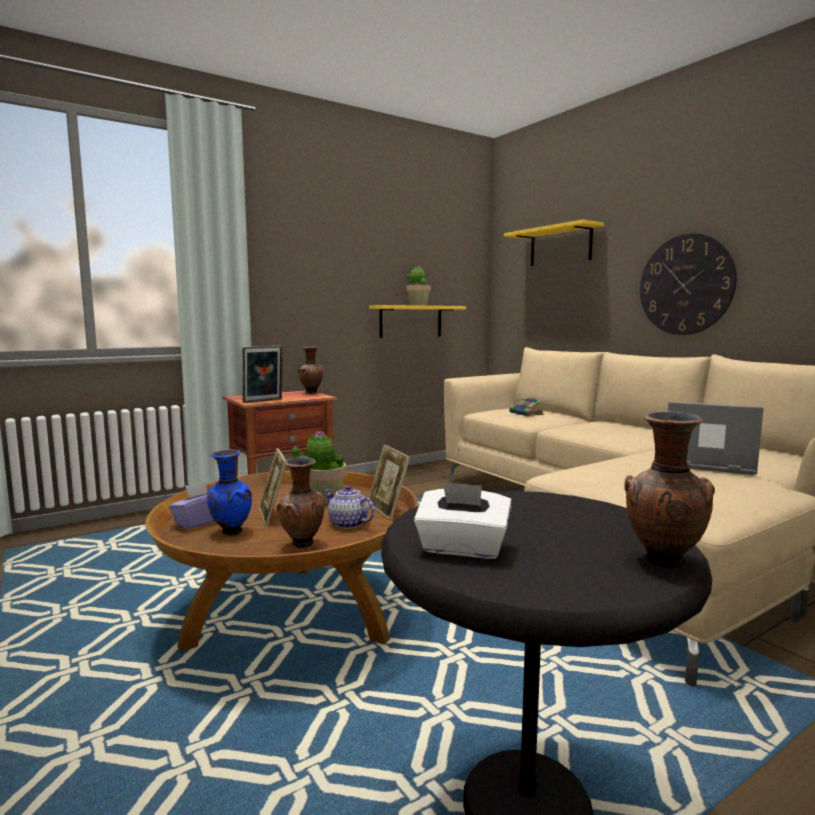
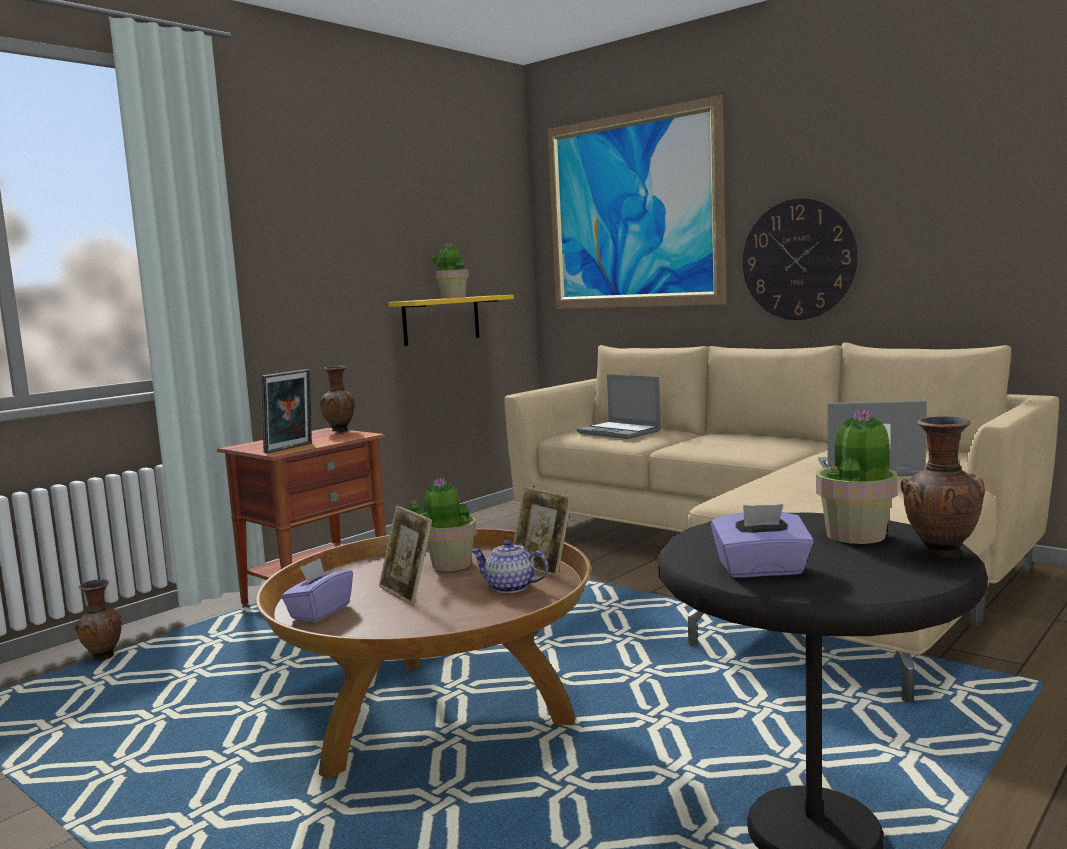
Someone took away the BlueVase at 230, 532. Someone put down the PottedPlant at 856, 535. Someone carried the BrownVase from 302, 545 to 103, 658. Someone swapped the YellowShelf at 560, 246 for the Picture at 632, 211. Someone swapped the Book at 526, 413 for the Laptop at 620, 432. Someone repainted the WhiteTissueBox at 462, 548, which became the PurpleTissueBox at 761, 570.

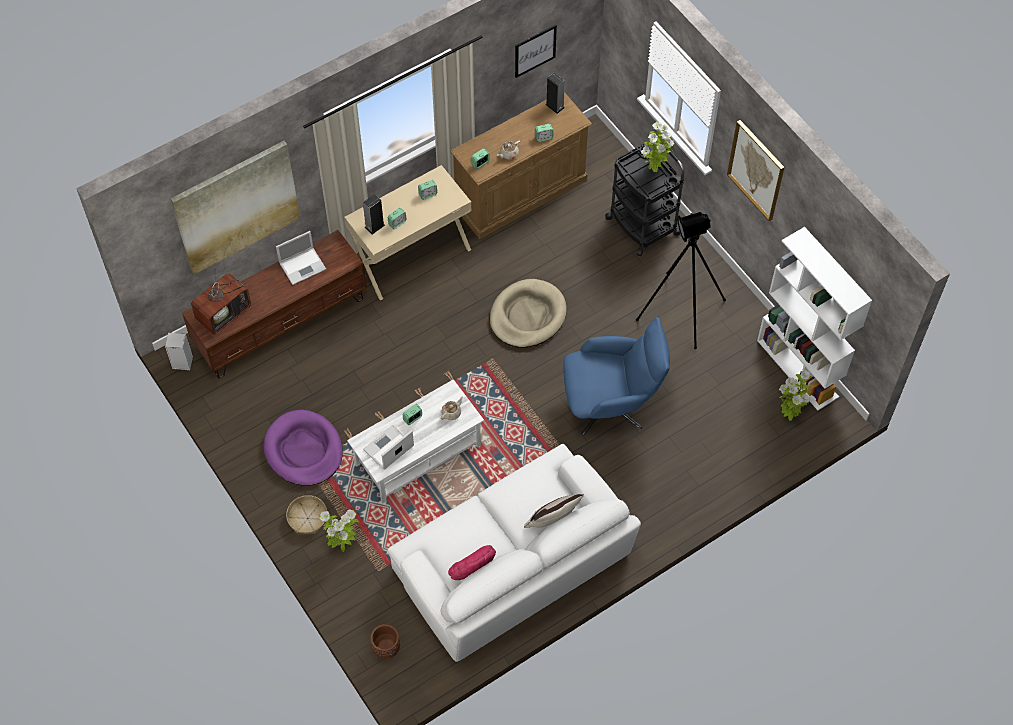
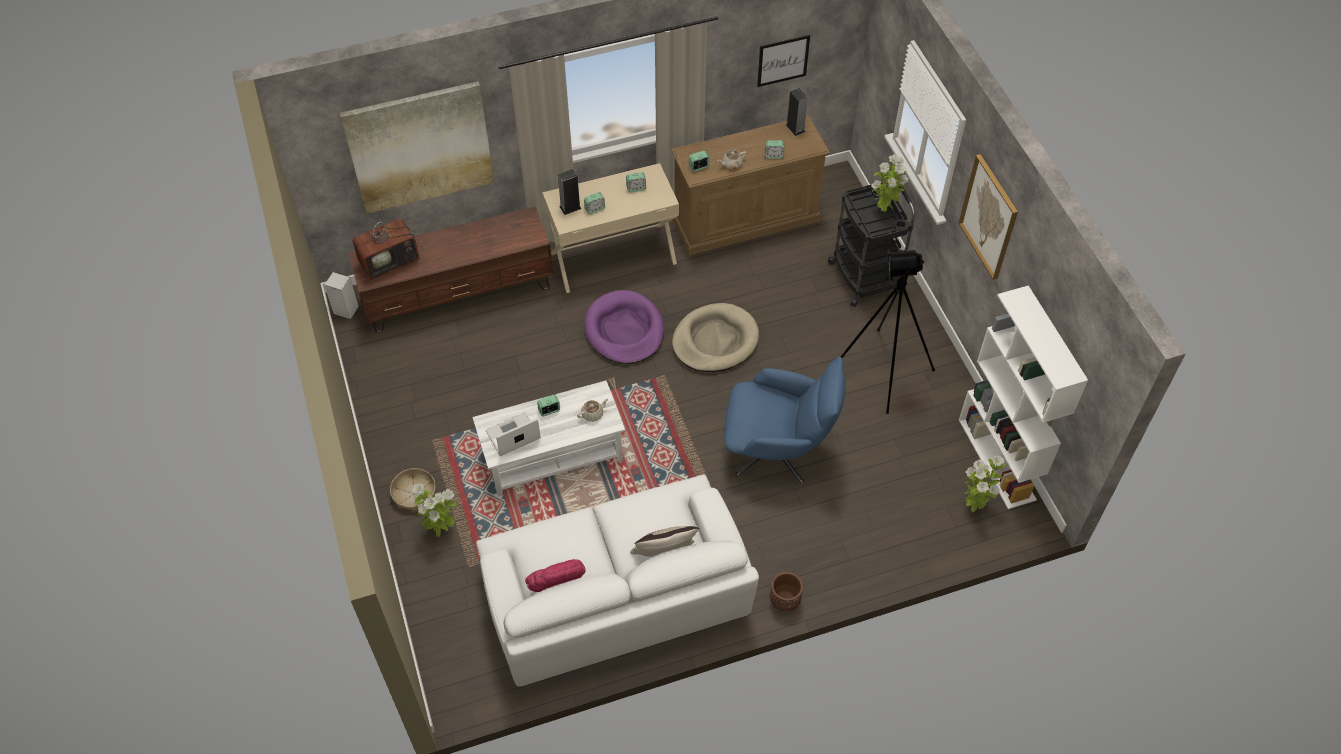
Someone took away the Laptop at 303, 265. Someone carried the PurpleDogBed from 304, 450 to 624, 330. Someone carried the BrownPlanter from 386, 648 to 784, 601.

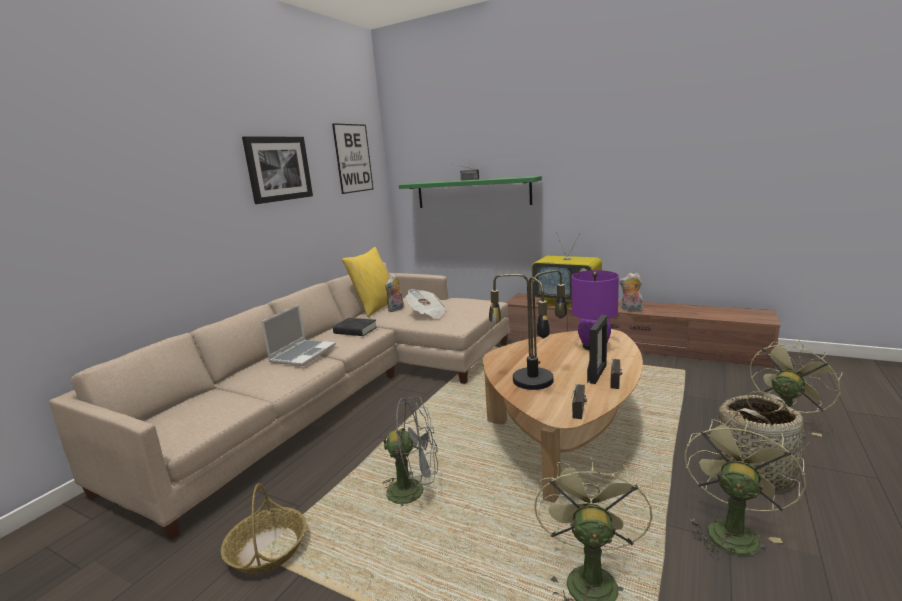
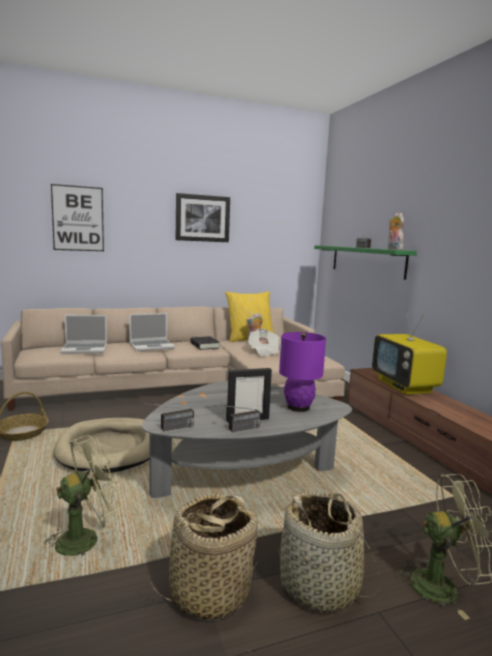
Someone took away the TableLamp at 533, 380. Someone put down the Laptop at 85, 349. Someone carried the Picture from 353, 158 to 78, 218. Someone carried the PlushToy from 631, 310 to 393, 249. Someone swapped the GreyFan at 414, 490 for the BeigeDogBed at 110, 448. Someone swapped the GreenFan at 731, 530 for the Basket at 209, 591. Someone repainted the BrownCoffeeTable at 566, 435, which became the GreyCoffeeTable at 243, 475.

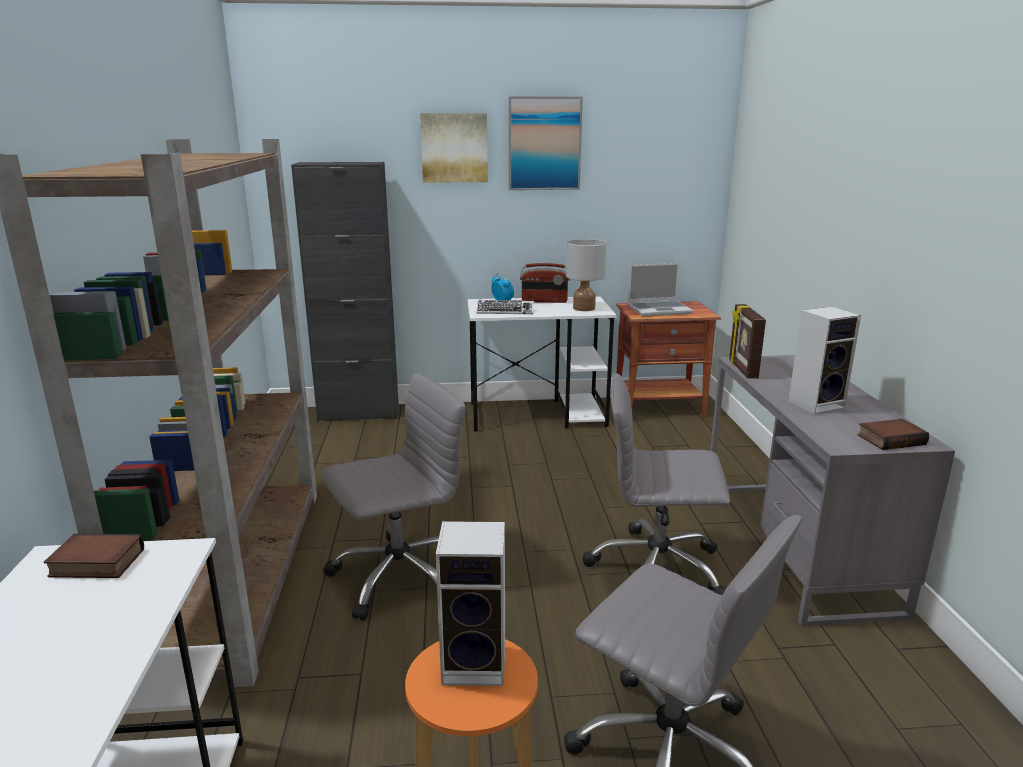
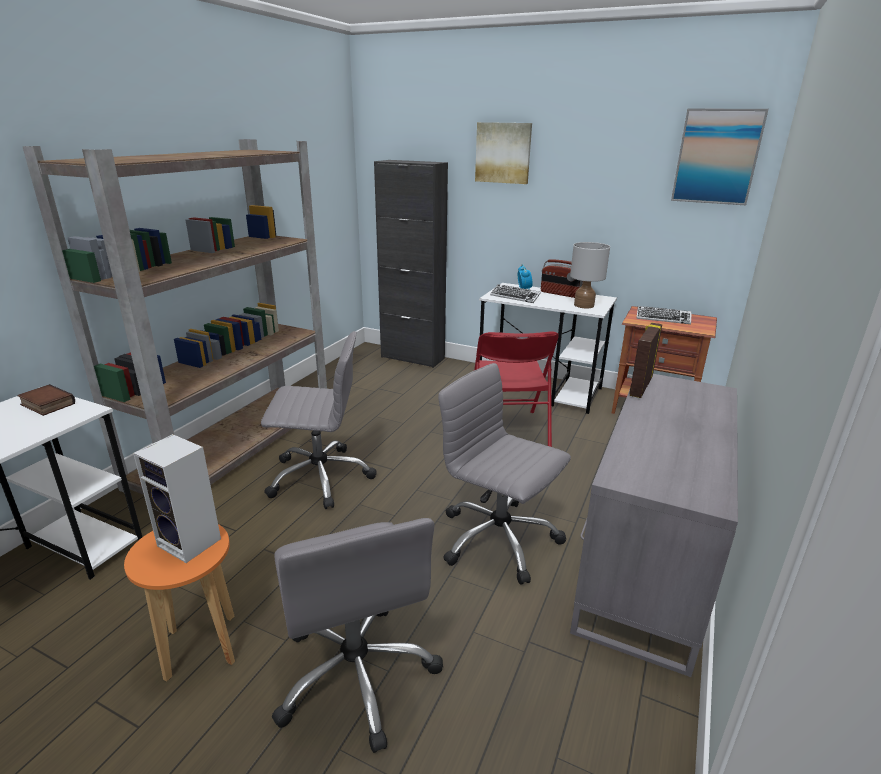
Someone took away the Speaker at 817, 404. Someone took away the Book at 891, 439. Someone put down the RedChair at 506, 431. Someone carried the Picture from 544, 144 to 717, 157. Someone swapped the Laptop at 659, 310 for the Keyboard at 663, 318.

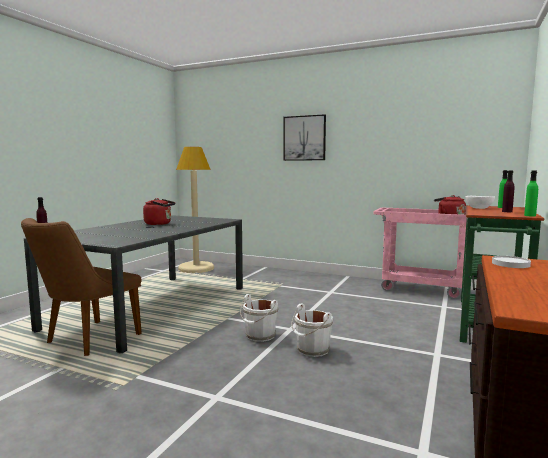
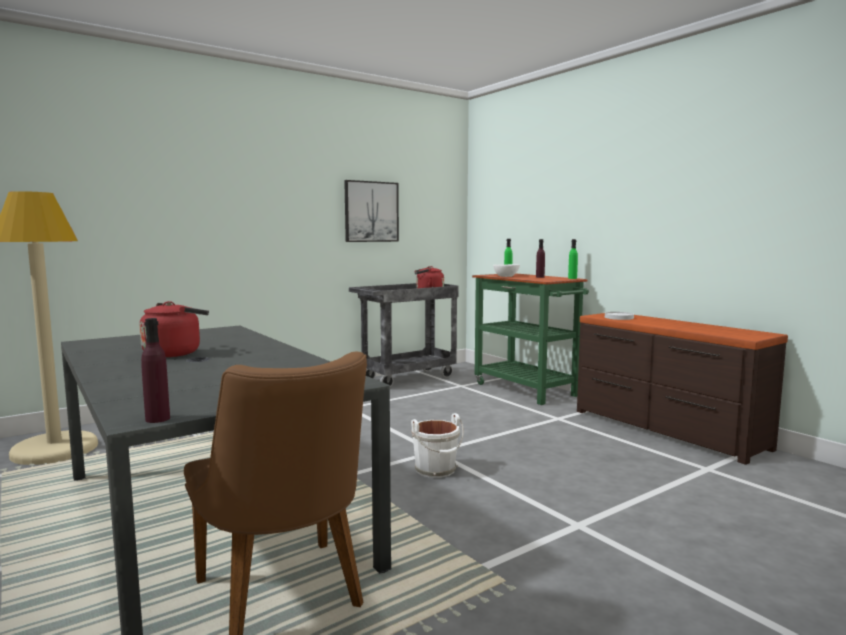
Someone took away the WhiteBucket at 312, 350. Someone carried the Picture from 304, 138 to 371, 211. Someone repainted the PinkCart at 417, 290, which became the GreyCart at 405, 379.

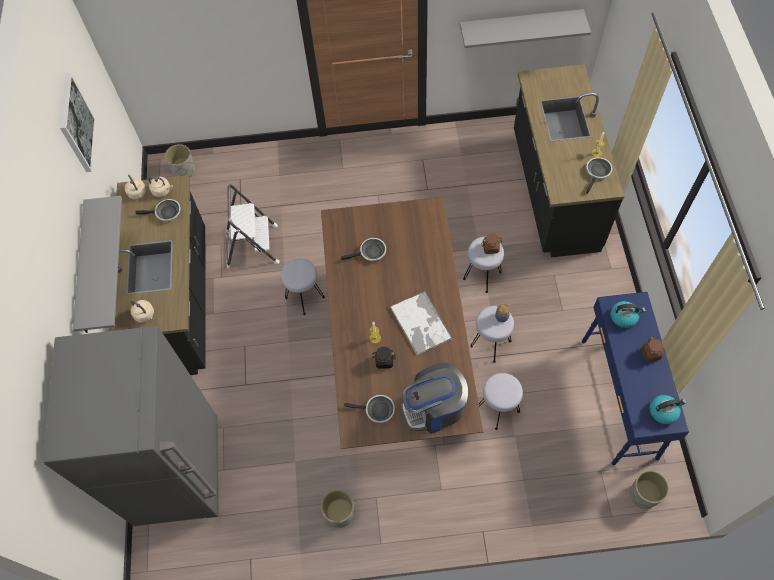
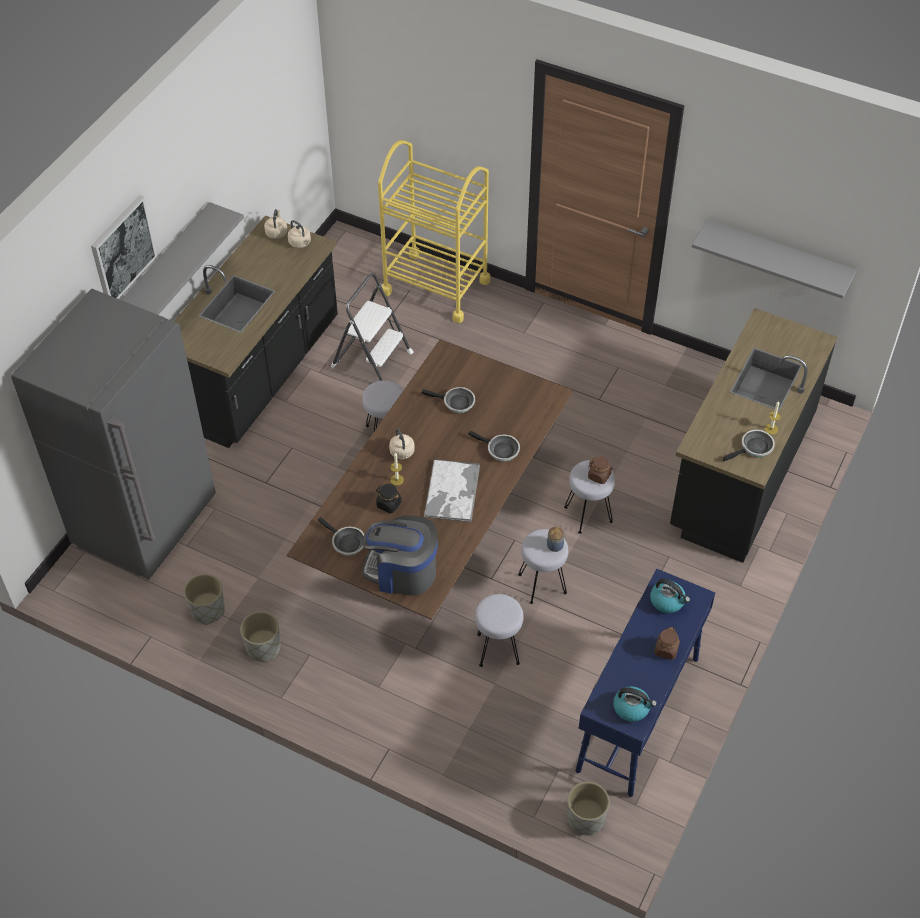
Someone put down the YellowCart at 435, 286. Someone carried the Picture from 76, 123 to 122, 250. Someone carried the BeigeKettle from 145, 315 to 402, 453. Someone carried the FryingPan from 166, 213 to 500, 450. Someone carried the GreyPlanter from 184, 170 to 207, 610.

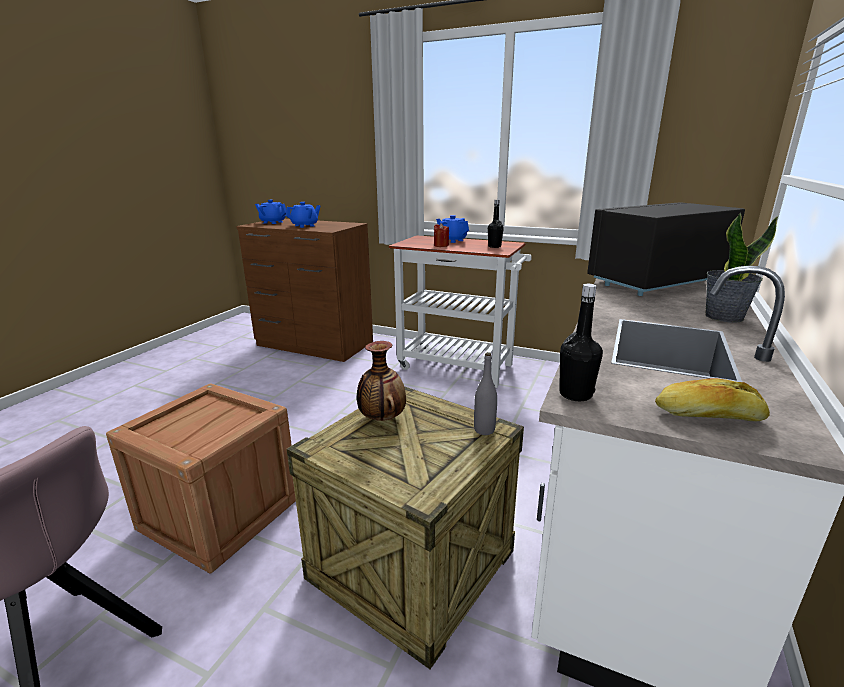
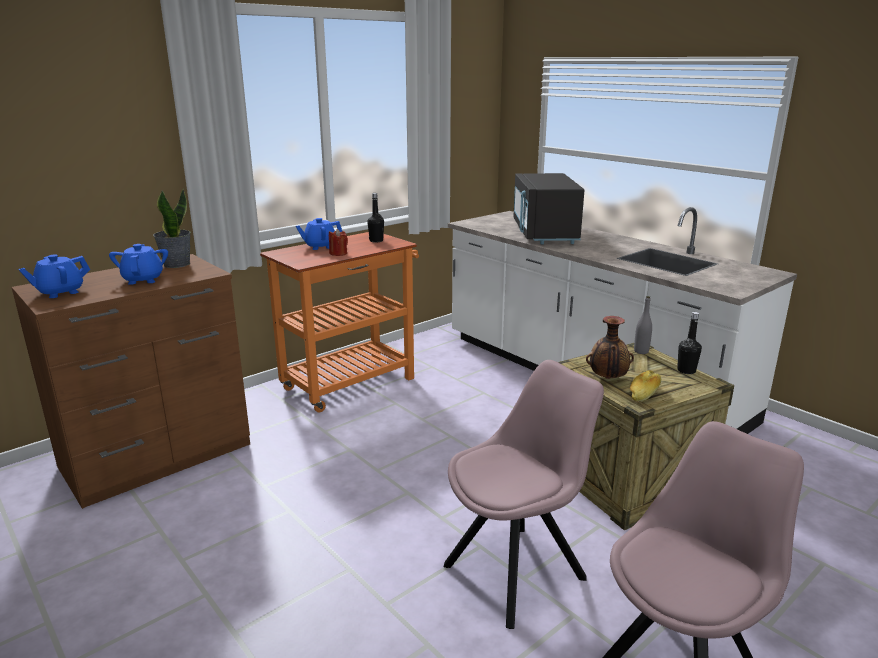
Someone carried the BlackBottle from 575, 394 to 686, 370. Someone carried the Bread from 708, 416 to 644, 394. Someone carried the PottedPlant from 723, 316 to 176, 264. Someone swapped the Crate at 219, 514 for the PinkChair at 516, 572. Someone repainted the WhiteCart at 457, 367, which became the OrangeCart at 350, 384.

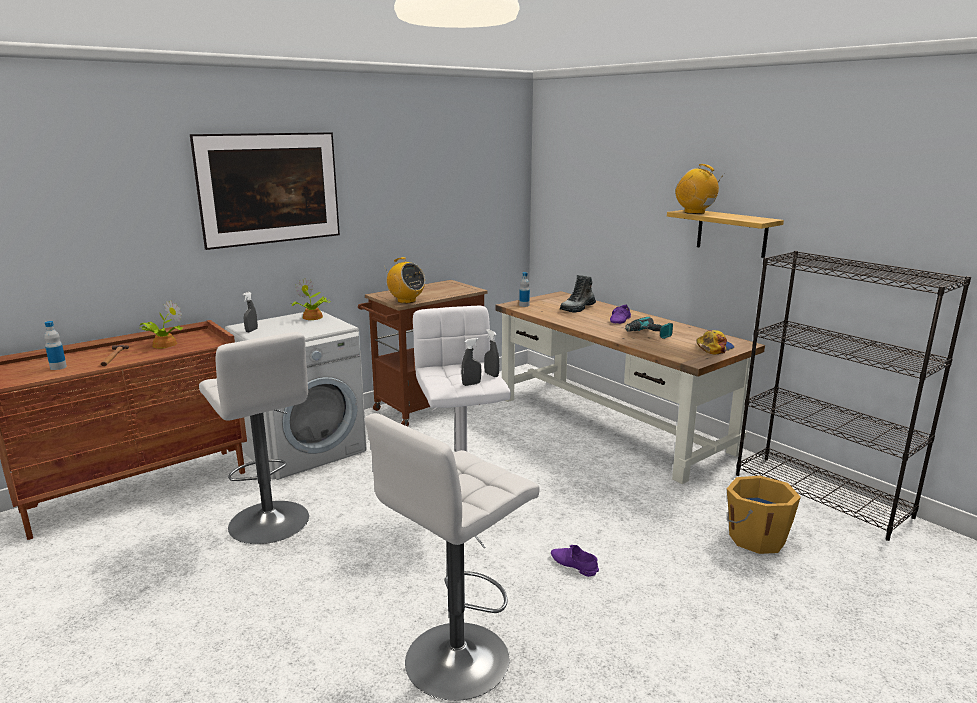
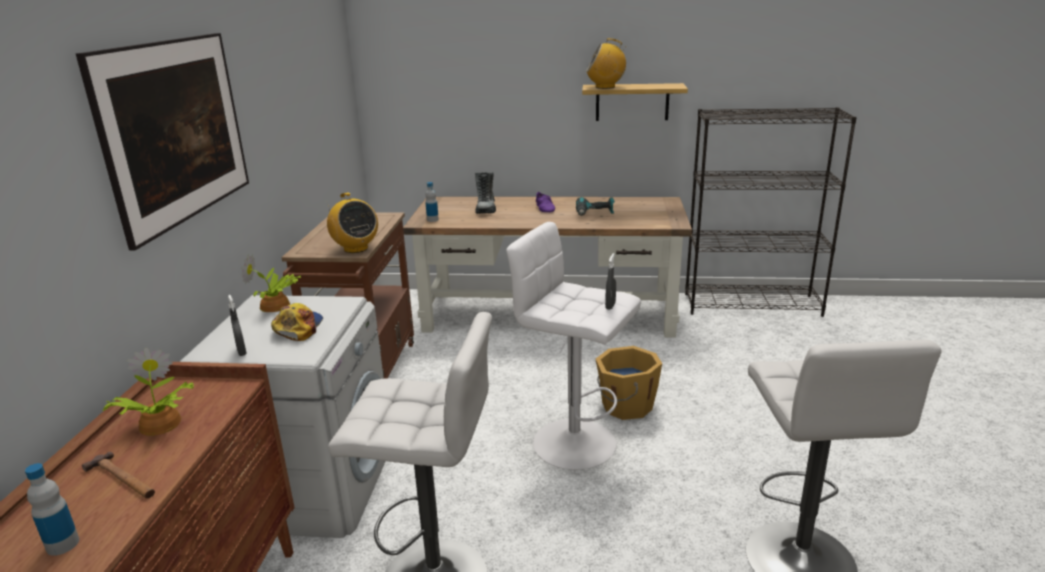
Someone took away the GreySprayBottle at 491, 375. Someone took away the PurpleShoe at 573, 565. Someone carried the Cap from 714, 348 to 298, 327. Someone carried the OrangeBucket from 755, 538 to 625, 406. Someone rotated the Radio at 406, 301 by 60 degrees clockwise.

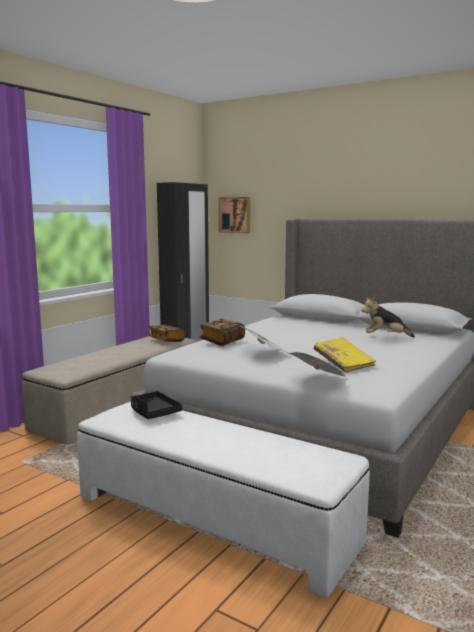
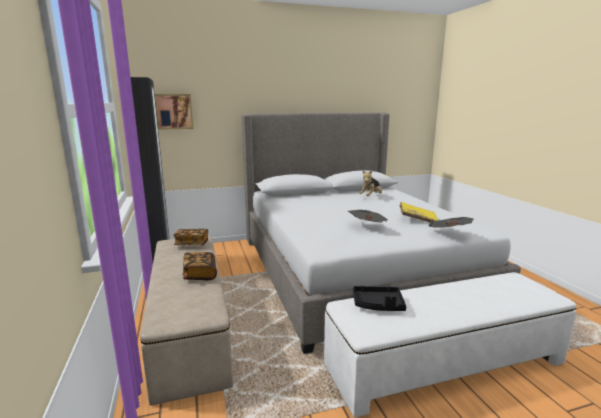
Someone carried the Book from 222, 341 to 200, 274.

